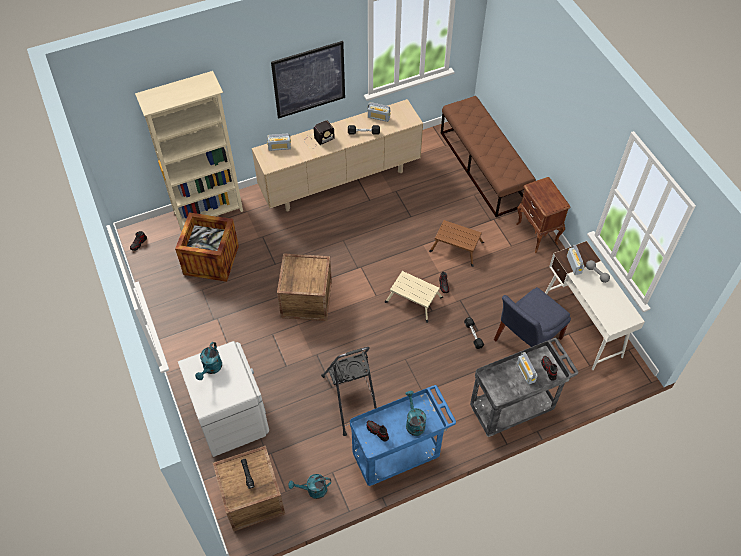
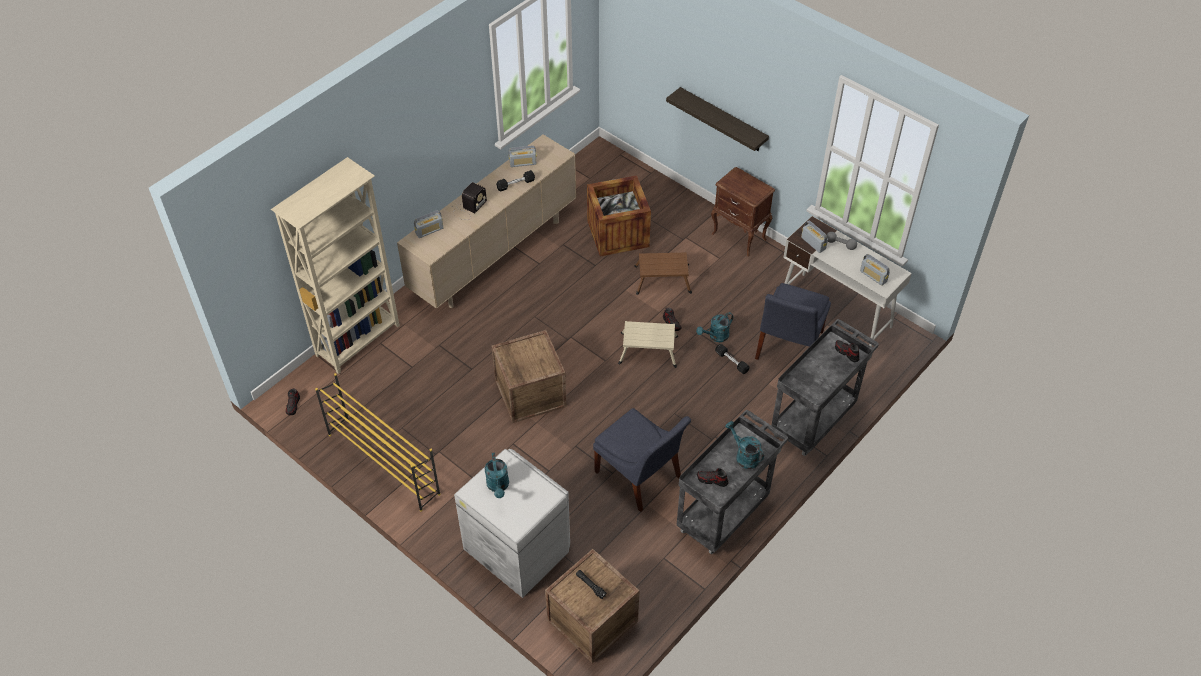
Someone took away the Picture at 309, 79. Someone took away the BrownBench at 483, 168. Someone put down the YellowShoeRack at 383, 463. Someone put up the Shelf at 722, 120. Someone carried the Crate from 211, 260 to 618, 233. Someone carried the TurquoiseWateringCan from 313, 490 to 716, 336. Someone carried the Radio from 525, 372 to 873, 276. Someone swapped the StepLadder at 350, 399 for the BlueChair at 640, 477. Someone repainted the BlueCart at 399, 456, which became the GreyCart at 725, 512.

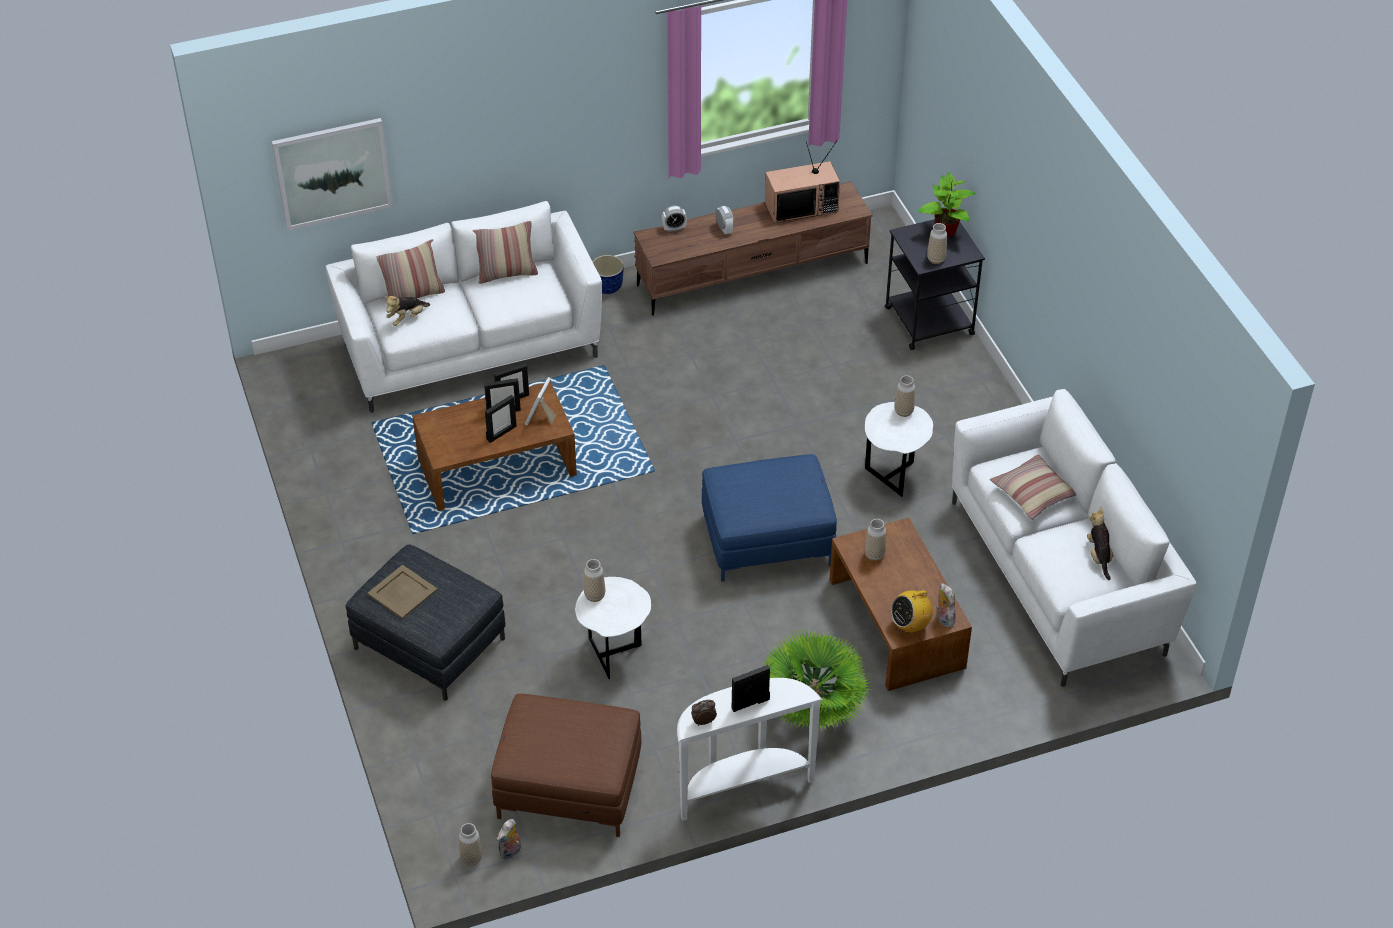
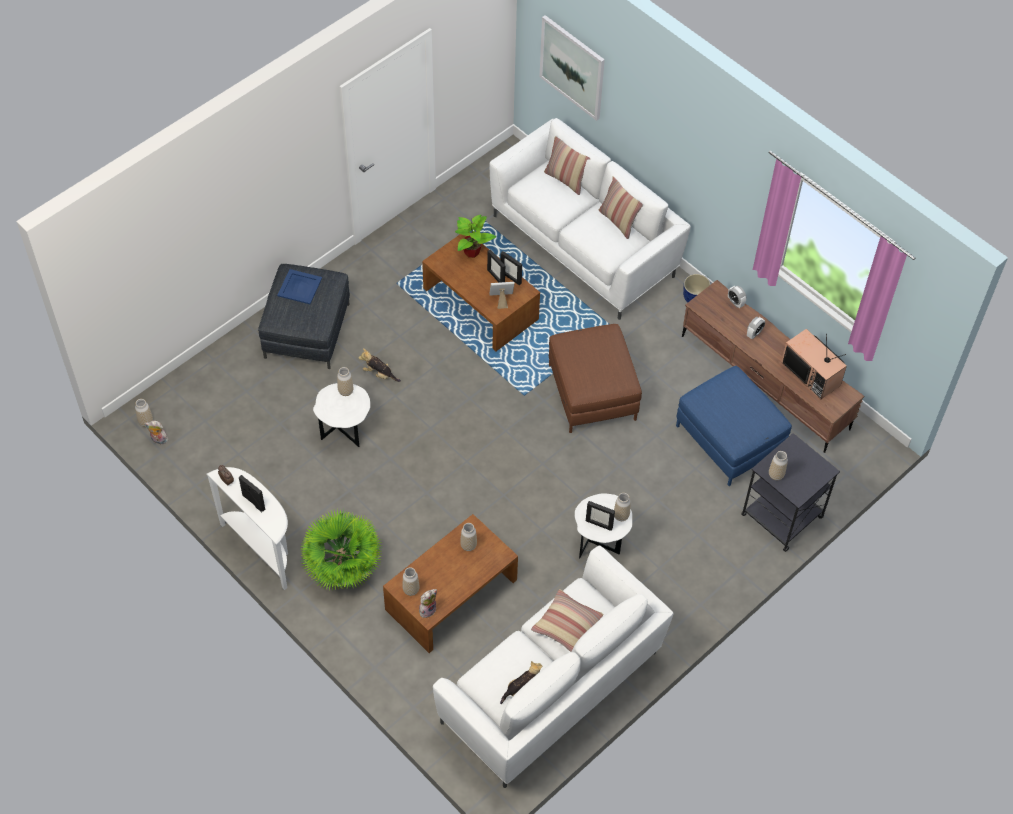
Someone carried the PlushToy from 407, 318 to 379, 374. Someone carried the PictureFrame from 501, 433 to 599, 524. Someone carried the BrownOttoman from 568, 787 to 591, 392. Someone carried the BlueOttoman from 767, 539 to 730, 439. Someone carried the PottedPlant from 945, 230 to 472, 251. Someone swapped the Radio at 910, 625 for the Vase at 411, 590. Someone repainted the BeigeTray at 403, 592, which became the BlueTray at 300, 287.

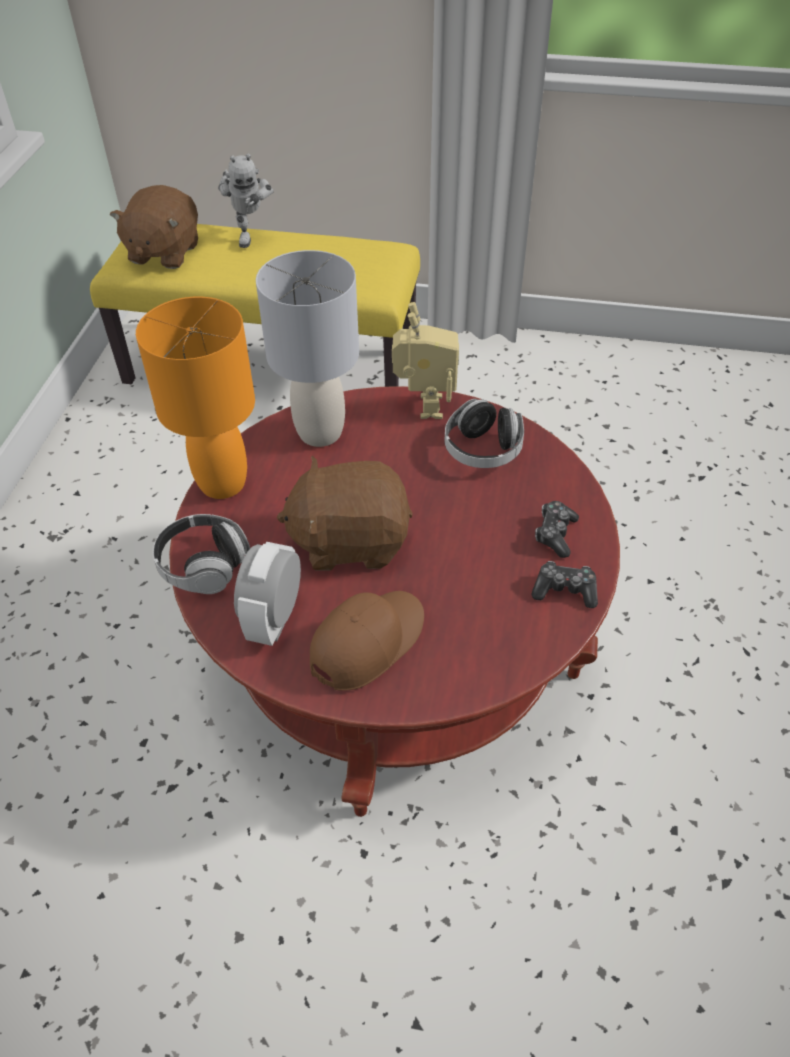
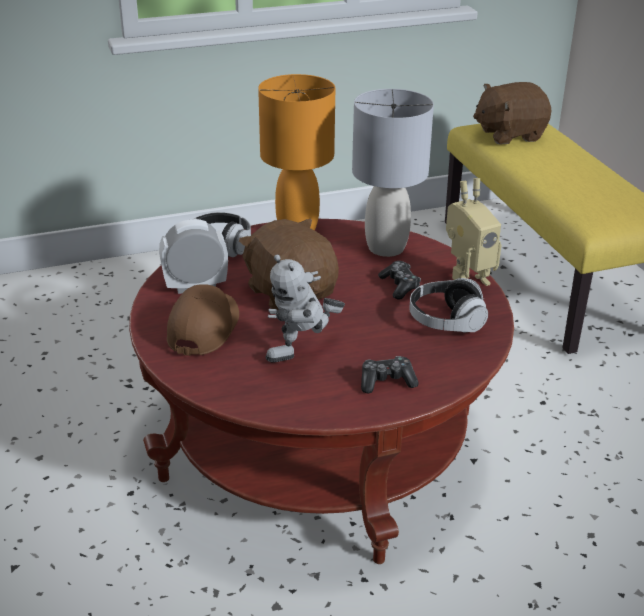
Someone carried the ToyRobot from 250, 235 to 303, 354. Someone carried the GameController from 564, 590 to 400, 286. Someone rotated the BrownCap at 367, 642 by 90 degrees counterclockwise.

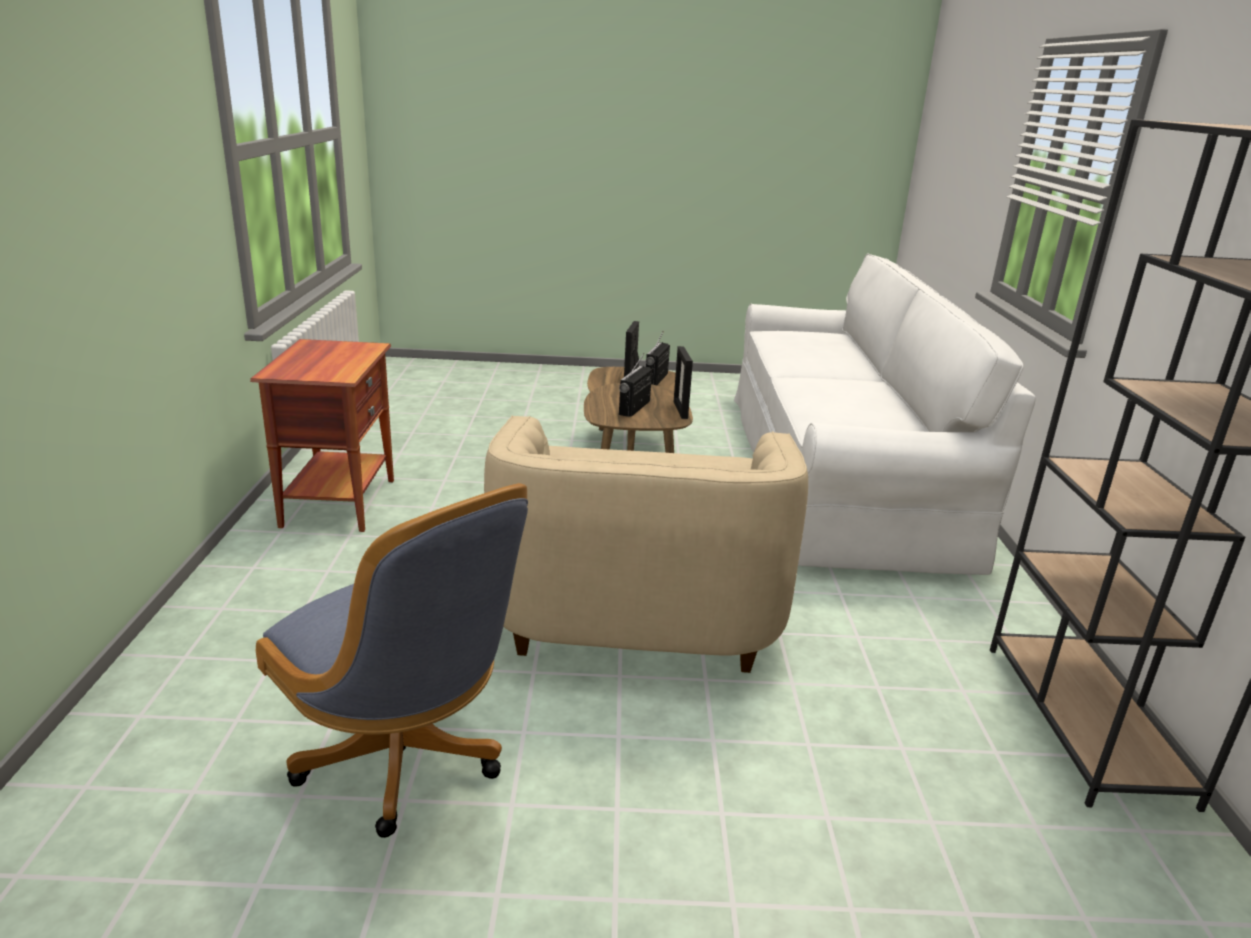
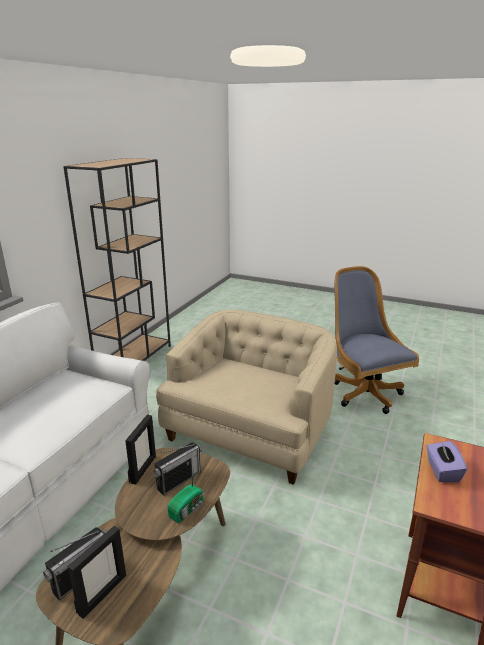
Someone put down the Radio at 187, 509. Someone put down the PurpleTissueBox at 442, 471.

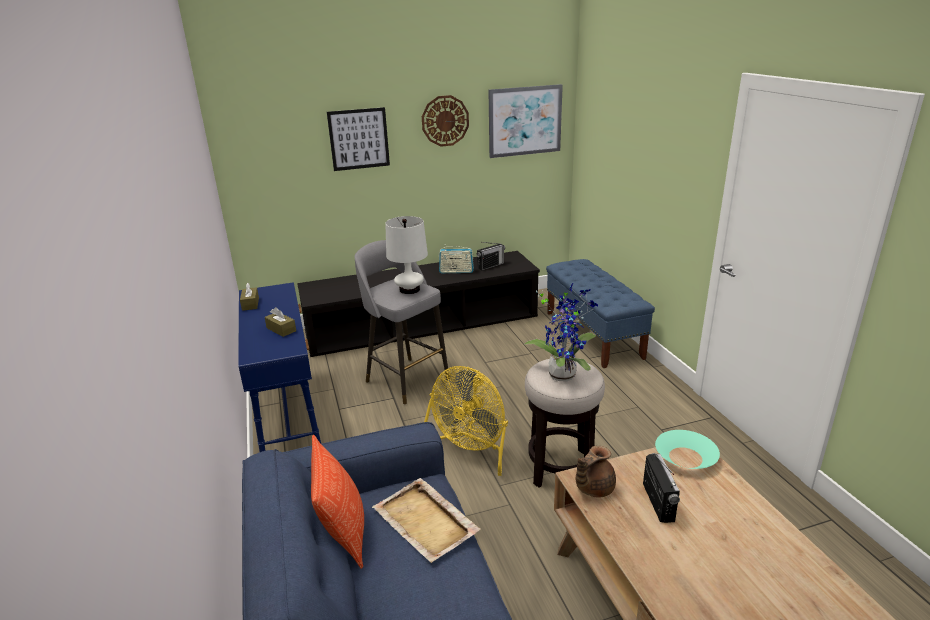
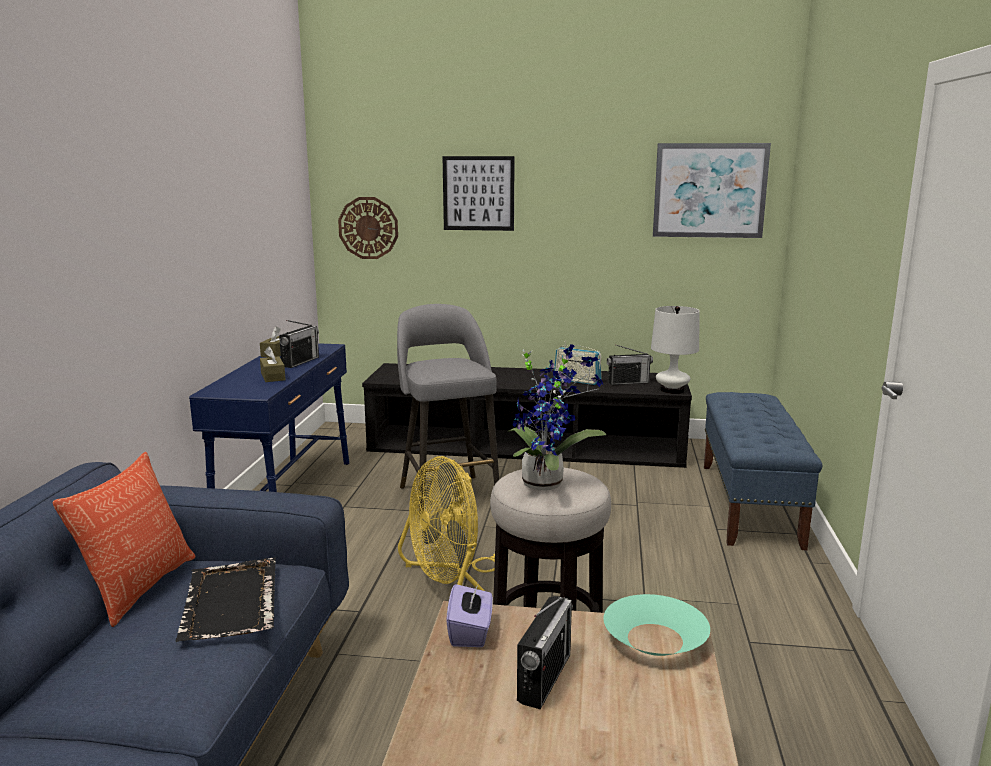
Someone put down the Radio at 300, 362. Someone carried the WhiteTableLamp from 409, 289 to 672, 390. Someone carried the WallClock from 445, 121 to 368, 228. Someone swapped the BrownTeapot at 593, 488 for the PurpleTissueBox at 470, 632. Someone repainted the BeigeTray at 425, 522, which became the BlackTray at 230, 604.

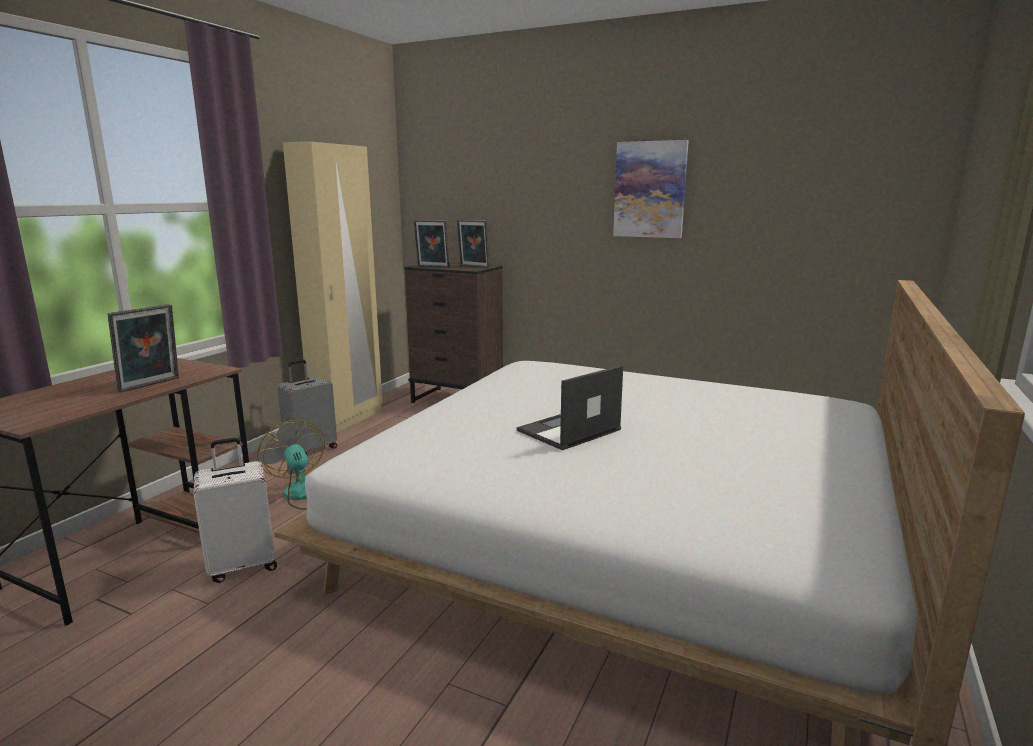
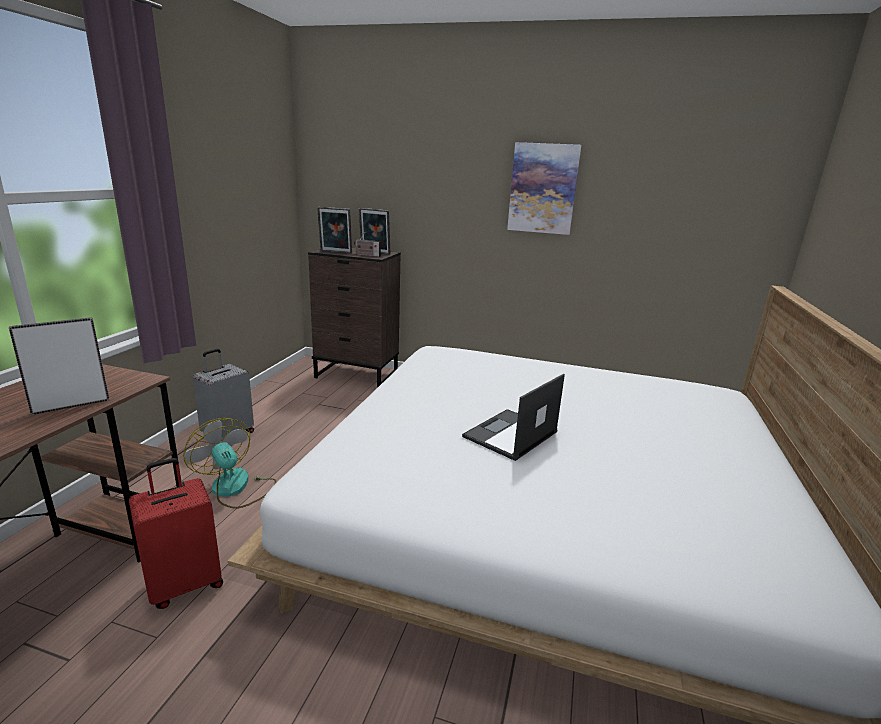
Someone took away the BeigeWardrobe at 348, 420. Someone put down the Radio at 367, 255. Someone repainted the WhiteSuitcase at 242, 566, which became the RedSuitcase at 185, 584. Someone rotated the PictureFrame at 151, 385 by 150 degrees counterclockwise.

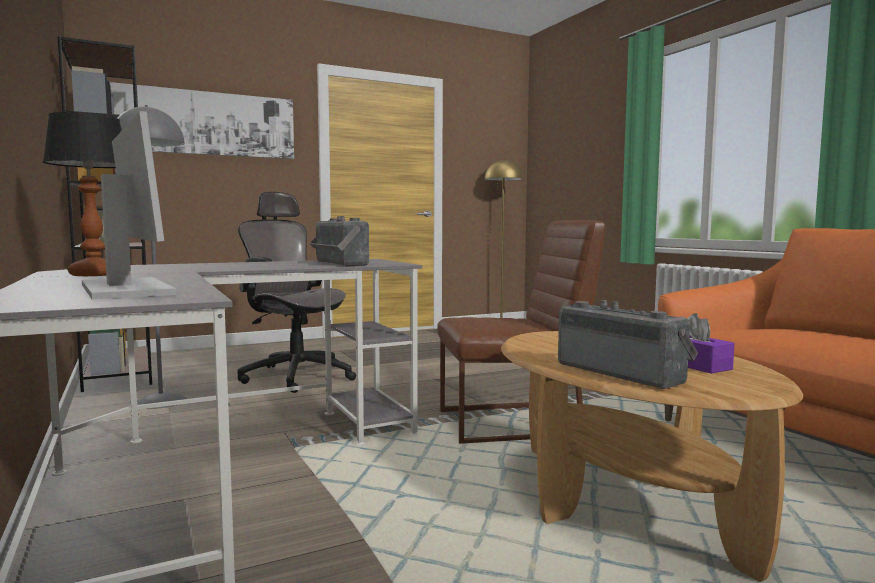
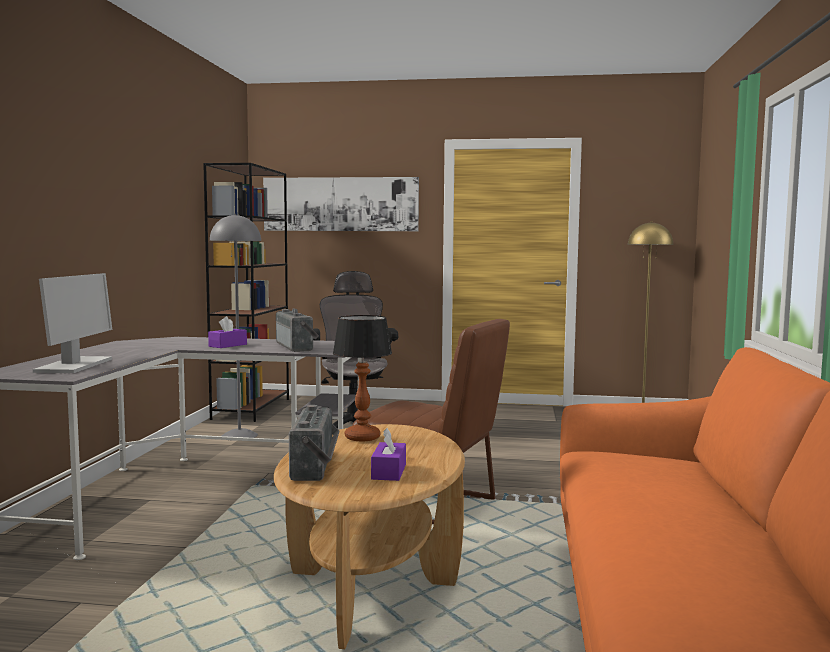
Someone put down the PurpleTissueBox at 228, 345. Someone carried the TableLamp from 95, 274 to 363, 437. Someone rotated the Radio at 337, 263 by 150 degrees clockwise.

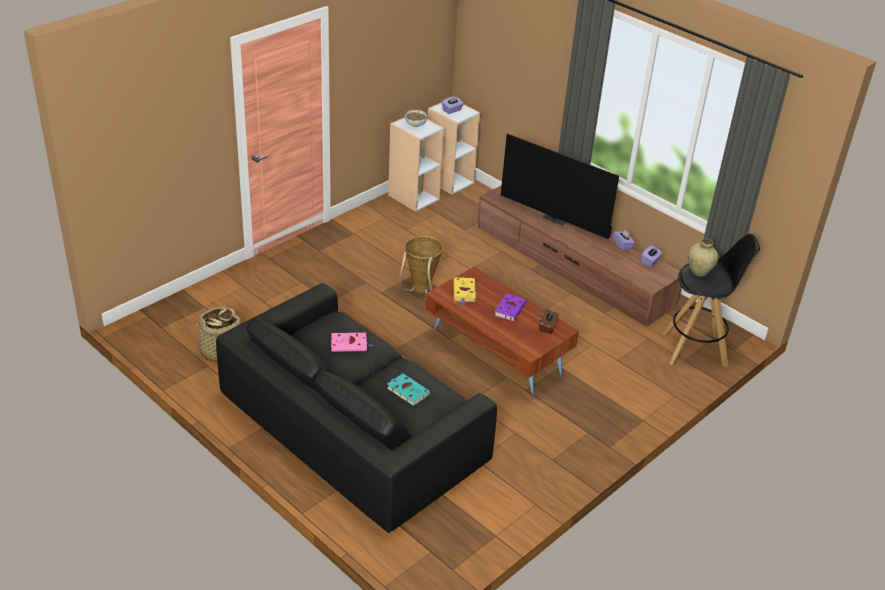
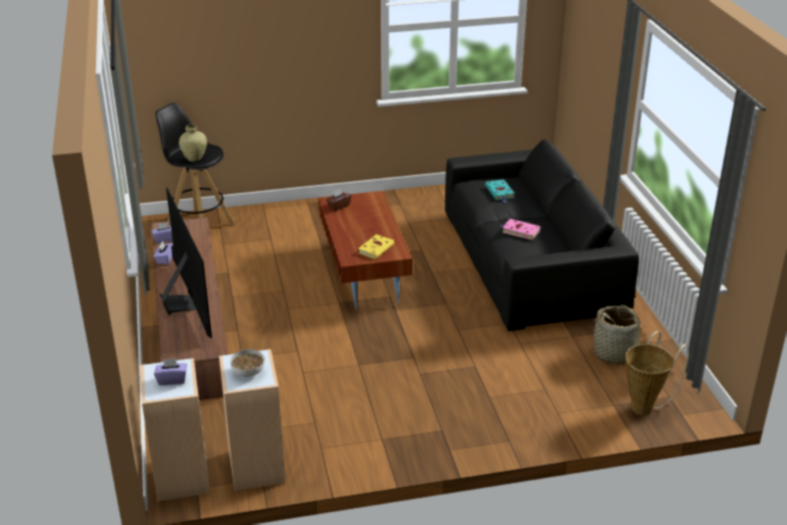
Someone took away the PurpleBook at 510, 309. Someone carried the Basket from 420, 291 to 645, 406.

